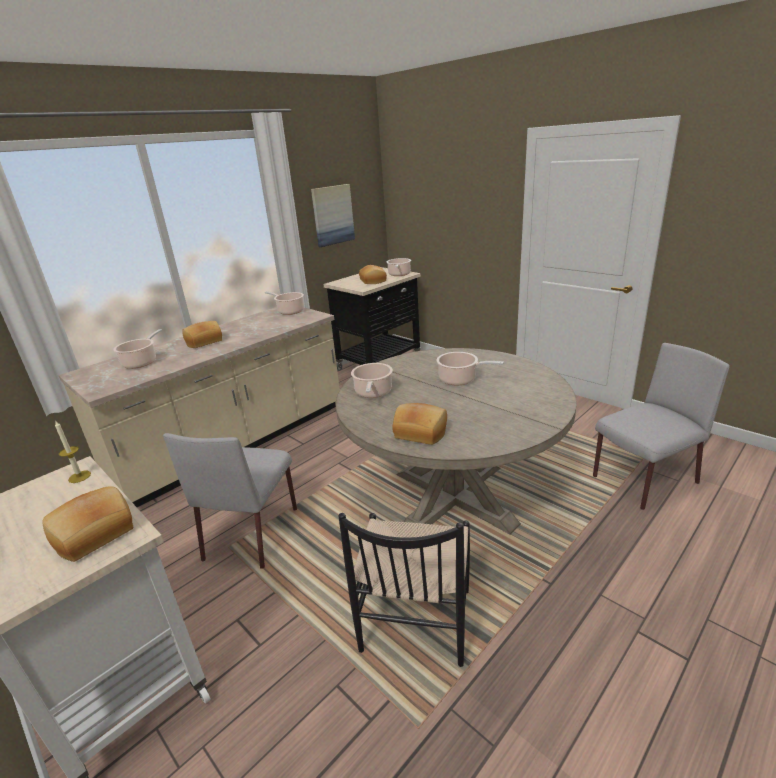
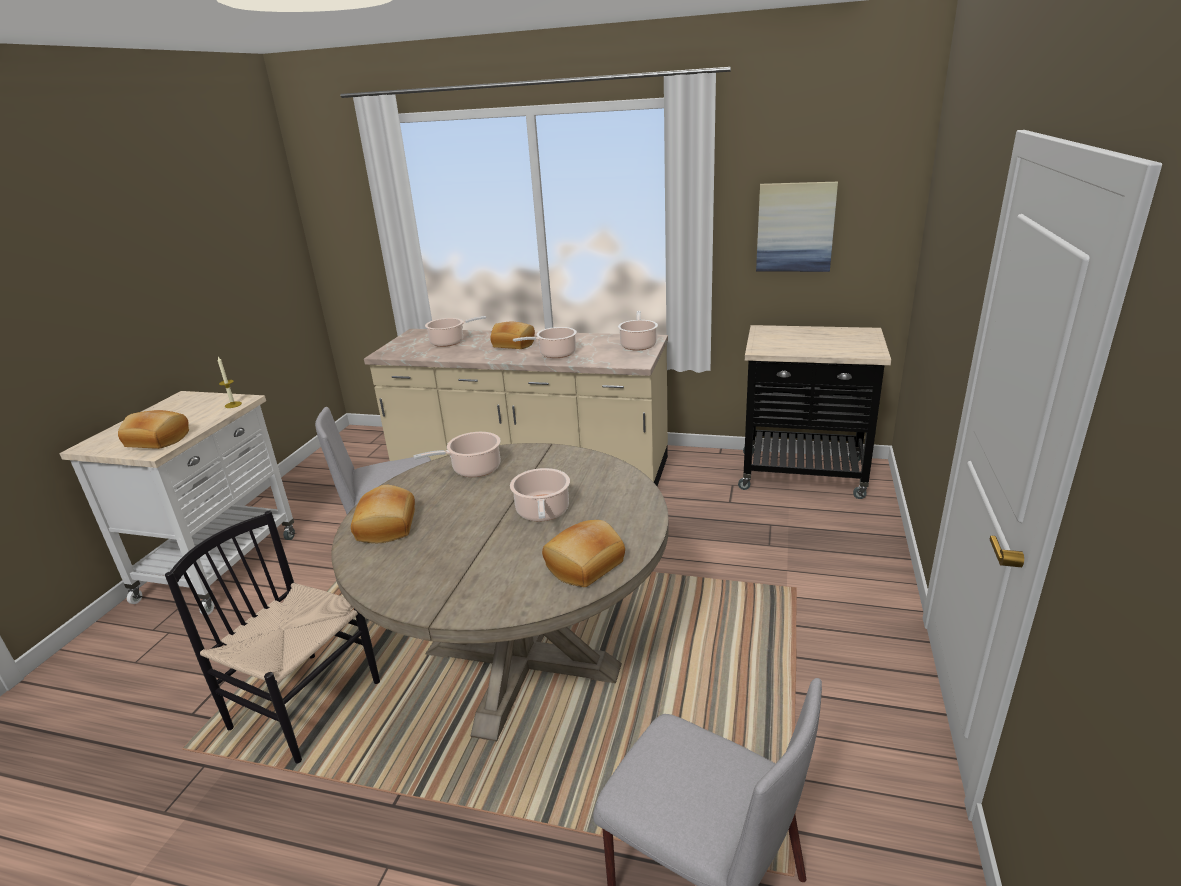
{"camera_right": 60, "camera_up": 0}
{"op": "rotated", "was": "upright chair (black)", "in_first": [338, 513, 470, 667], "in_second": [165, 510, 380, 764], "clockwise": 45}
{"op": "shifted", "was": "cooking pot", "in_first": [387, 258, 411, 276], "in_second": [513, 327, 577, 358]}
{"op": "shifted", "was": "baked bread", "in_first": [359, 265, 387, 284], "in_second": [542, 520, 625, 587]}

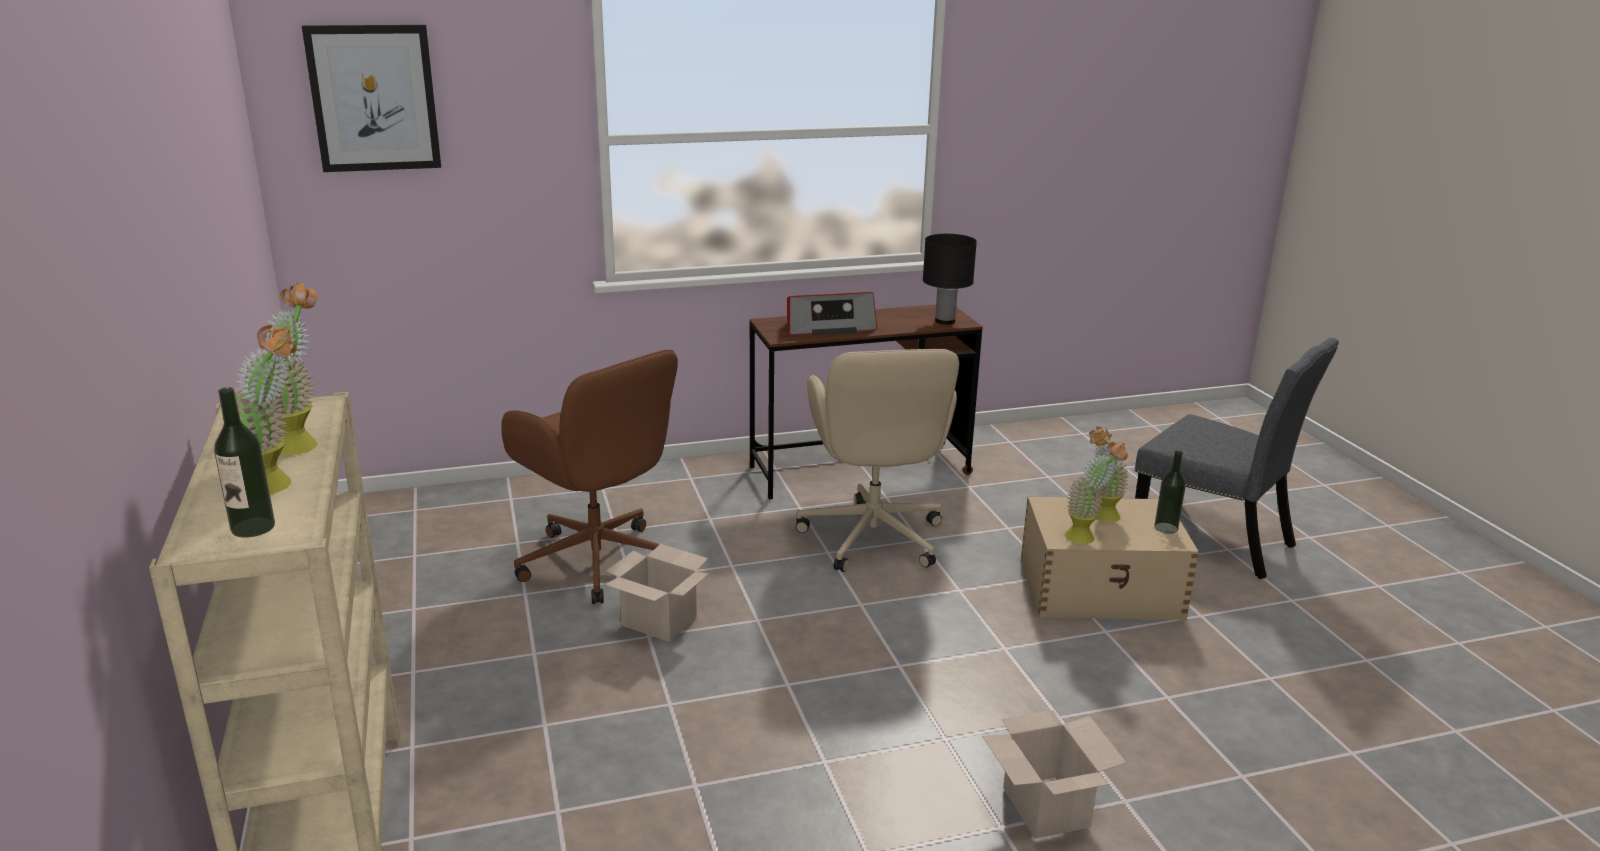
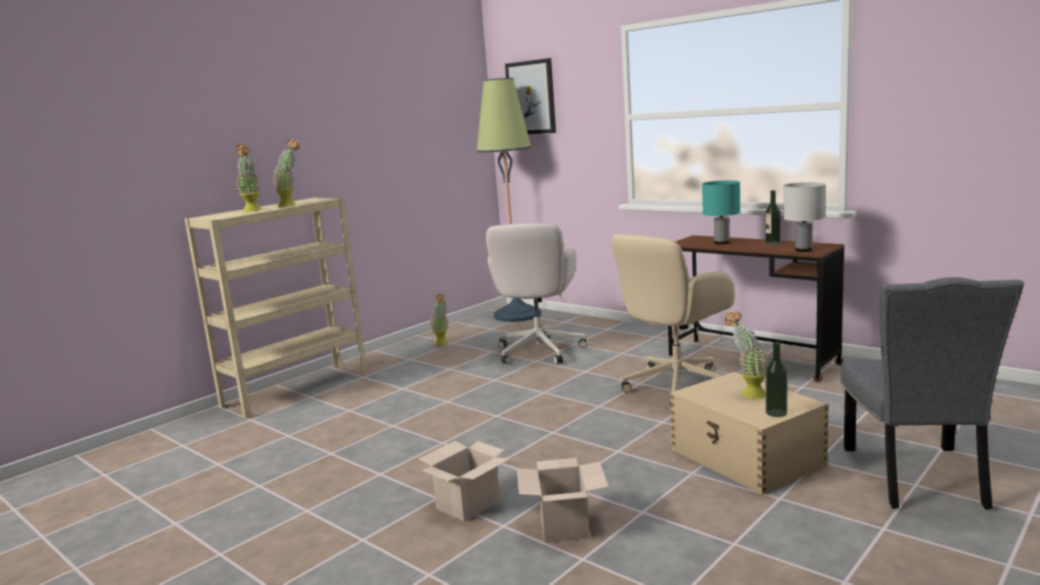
{"camera_right": 60, "camera_up": -10}
{"op": "shifted", "was": "plant in a pot", "in_first": [1065, 442, 1128, 544], "in_second": [430, 294, 449, 345]}
{"op": "new", "now": "floor lamp", "in_second": [477, 78, 541, 322]}
{"op": "repainted", "was": "office chair (brownish)", "now": "office chair (white)", "in_first": [501, 350, 678, 604], "in_second": [486, 223, 587, 364]}
{"op": "shifted", "was": "carton", "in_first": [604, 544, 709, 642], "in_second": [516, 458, 608, 543]}
{"op": "swapped", "was": "radio receiver", "now": "tabletop lamp (turquoise)", "in_first": [787, 292, 877, 335], "in_second": [702, 180, 740, 245]}
{"op": "shifted", "was": "beverage bottle", "in_first": [214, 387, 275, 538], "in_second": [765, 190, 781, 245]}
{"op": "repainted", "was": "tabletop lamp (black)", "now": "tabletop lamp (white)", "in_first": [923, 234, 977, 325], "in_second": [783, 182, 826, 252]}

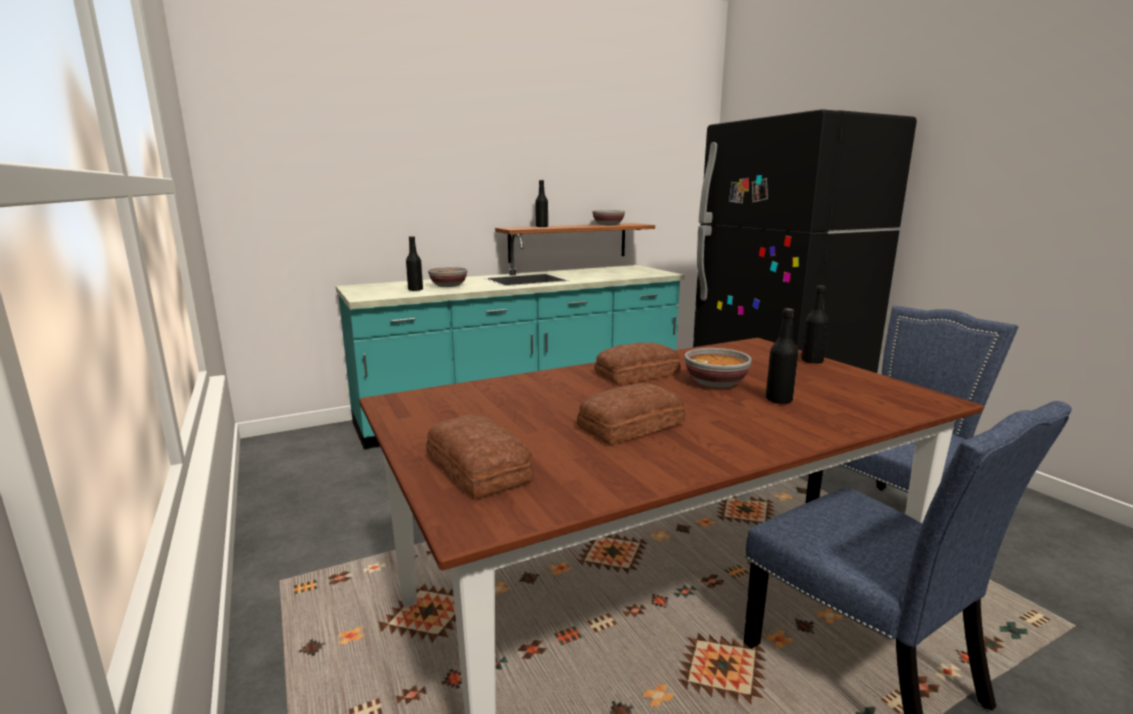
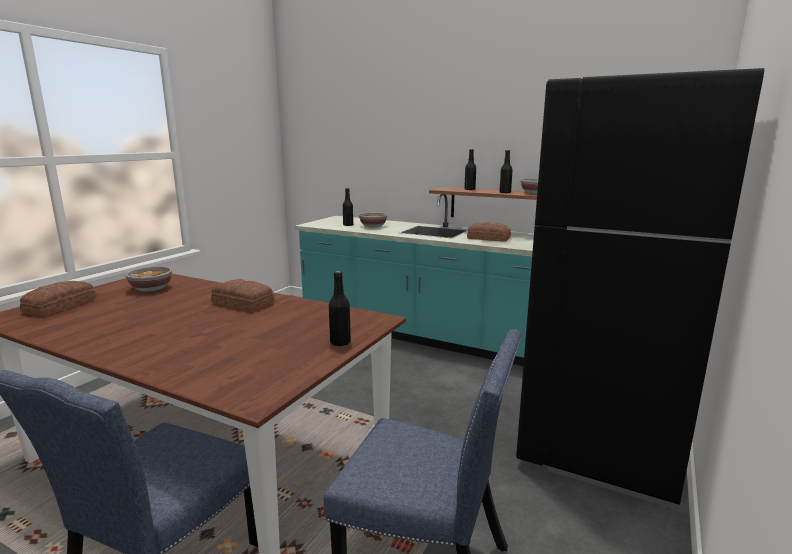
{"camera_right": 55, "camera_up": 0}
{"op": "shifted", "was": "deep dish", "in_first": [685, 348, 752, 388], "in_second": [126, 266, 172, 292]}
{"op": "shifted", "was": "baked bread", "in_first": [577, 383, 686, 445], "in_second": [467, 223, 511, 242]}
{"op": "shifted", "was": "beverage bottle (black)", "in_first": [766, 308, 798, 404], "in_second": [499, 150, 513, 193]}

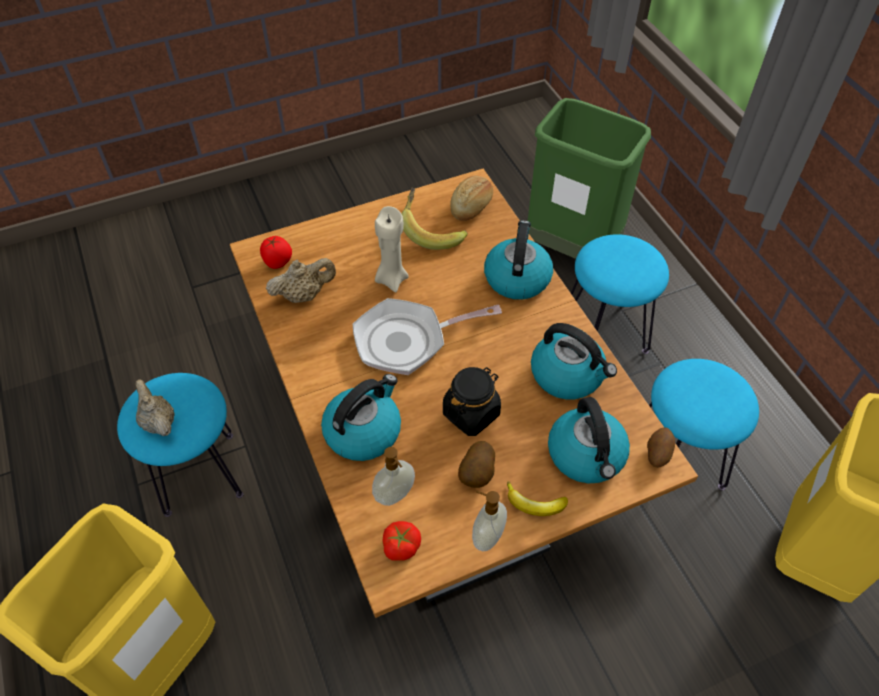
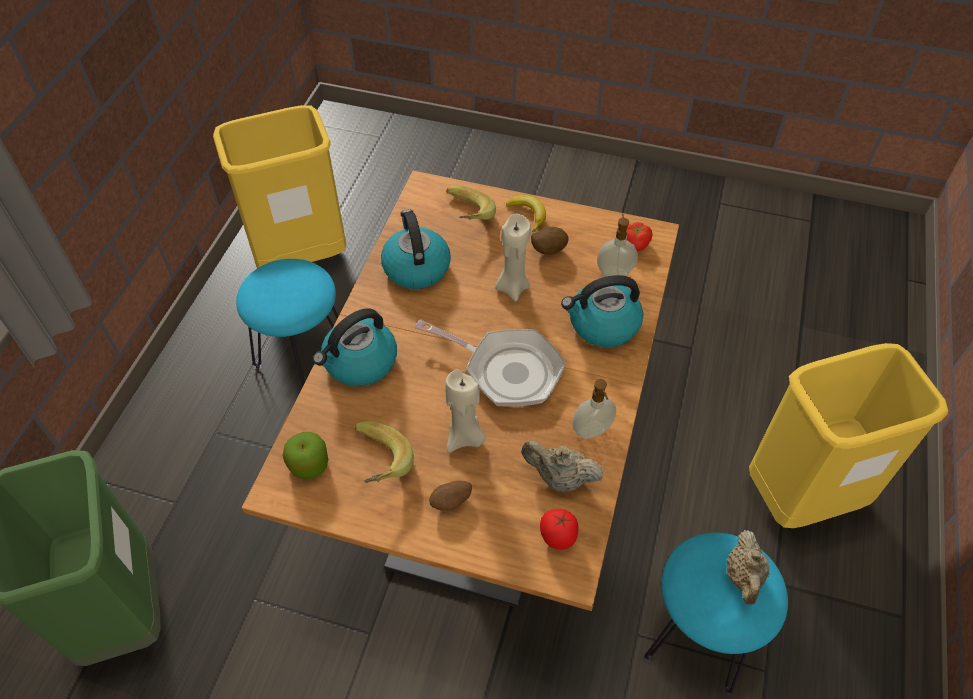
{"camera_right": -140, "camera_up": 0}
{"op": "swapped", "was": "baked bread", "now": "apple", "in_first": [450, 175, 493, 221], "in_second": [282, 432, 328, 479]}
{"op": "shifted", "was": "potato", "in_first": [647, 428, 675, 468], "in_second": [429, 481, 472, 511]}
{"op": "swapped", "was": "tea kettle", "now": "whole banana", "in_first": [548, 397, 630, 483], "in_second": [446, 186, 496, 220]}
{"op": "swapped", "was": "jar (black)", "now": "wax light (beige-coloured)", "in_first": [443, 367, 501, 436], "in_second": [495, 214, 531, 302]}
{"op": "shifted", "was": "soap dispenser", "in_first": [472, 491, 507, 551], "in_second": [572, 379, 616, 439]}
{"op": "gone", "was": "stool (turquoise)", "in_first": [571, 234, 669, 354]}

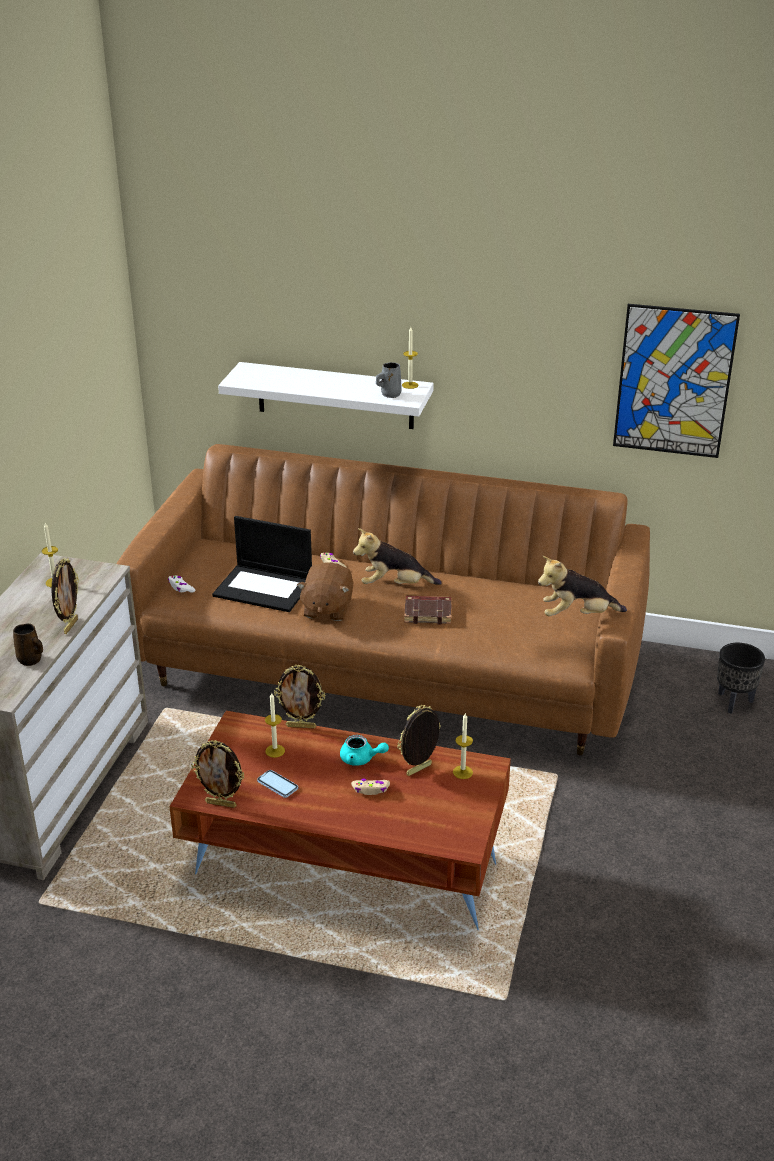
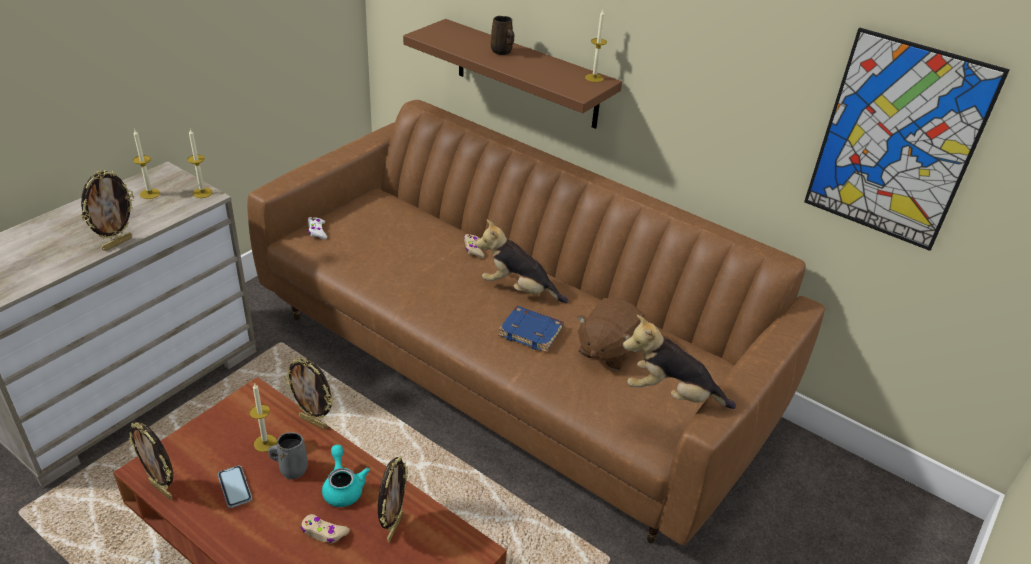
{"camera_right": 20, "camera_up": 5}
{"op": "shifted", "was": "wax light", "in_first": [453, 713, 473, 779], "in_second": [187, 129, 213, 198]}
{"op": "shifted", "was": "coffee mug (gray)", "in_first": [376, 362, 401, 398], "in_second": [268, 432, 308, 479]}
{"op": "rotated", "was": "tea pot (turquoise)", "in_first": [340, 735, 389, 766], "in_second": [322, 445, 370, 507], "clockwise": -150}
{"op": "rotated", "was": "standing frame", "in_first": [397, 705, 441, 776], "in_second": [378, 456, 408, 543], "clockwise": 120}
{"op": "repainted", "was": "bracket shelf (white)", "now": "bracket shelf (brownish)", "in_first": [218, 362, 434, 429], "in_second": [403, 19, 622, 129]}
{"op": "shifted", "was": "coffee mug (brownish)", "in_first": [13, 623, 43, 666], "in_second": [491, 16, 514, 55]}
{"op": "repainted", "was": "volume (brownish)", "now": "volume (blue-coloured)", "in_first": [404, 596, 452, 625], "in_second": [498, 306, 563, 352]}
{"op": "shifted", "was": "plush toy (brownish)", "in_first": [297, 562, 353, 621], "in_second": [577, 298, 646, 370]}
{"op": "gone", "was": "portable computer", "in_first": [212, 516, 312, 612]}
{"op": "gone", "was": "planter (black)", "in_first": [717, 643, 765, 714]}

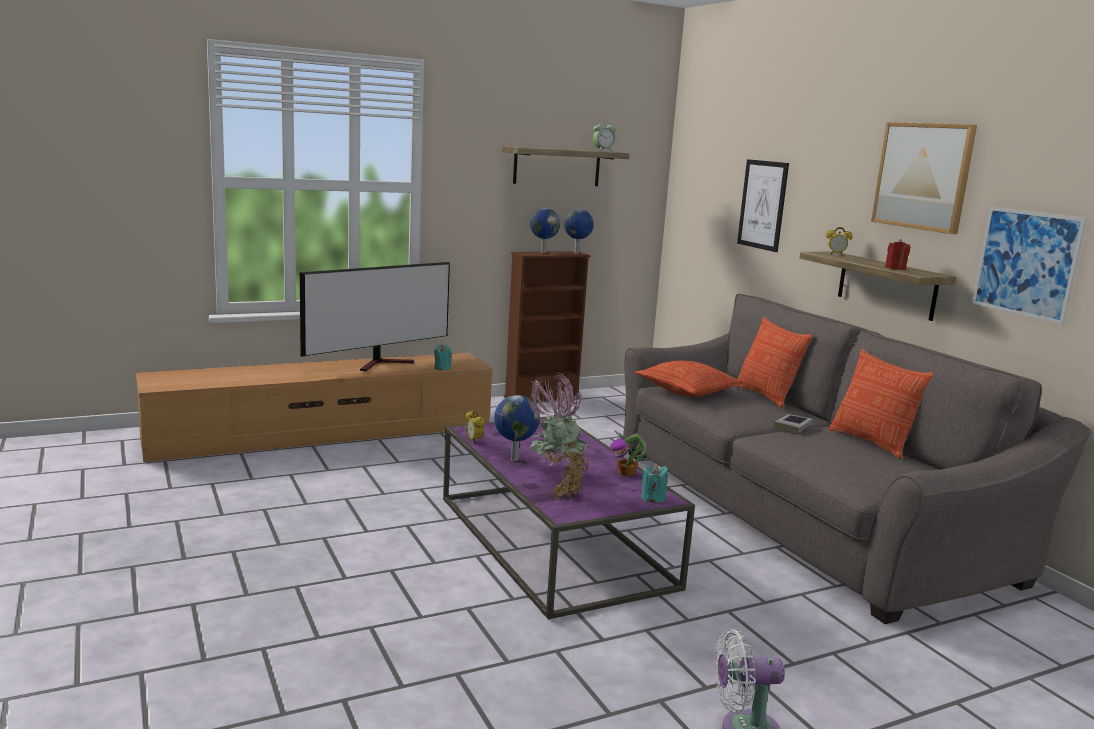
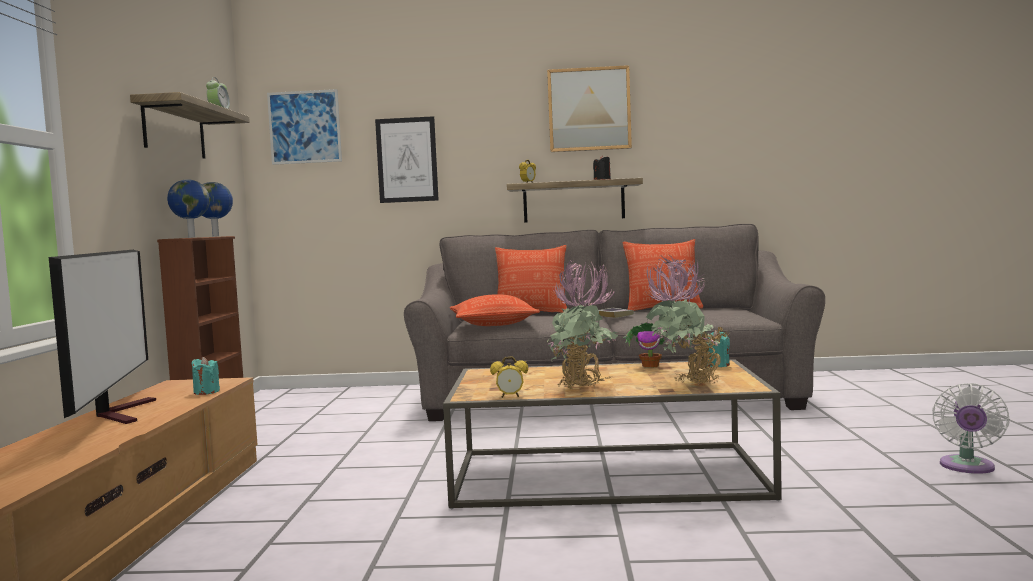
{"camera_right": -60, "camera_up": -10}
{"op": "shifted", "was": "wall art", "in_first": [972, 207, 1087, 325], "in_second": [267, 89, 342, 165]}
{"op": "repainted", "was": "lounge table (purplish)", "now": "lounge table (brownish)", "in_first": [443, 417, 695, 620], "in_second": [443, 359, 782, 509]}
{"op": "swapped", "was": "desk globe", "now": "plant in a pot", "in_first": [494, 395, 540, 461], "in_second": [547, 260, 618, 389]}
{"op": "repainted", "was": "wax light (red)", "now": "wax light (black)", "in_first": [885, 239, 911, 270], "in_second": [593, 156, 611, 180]}

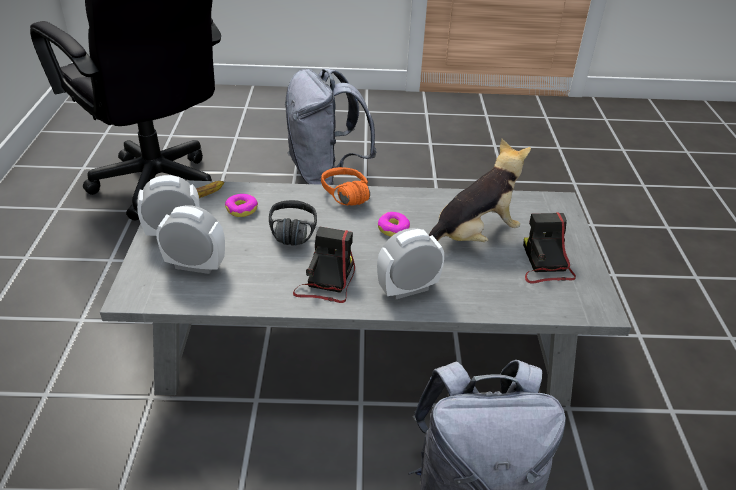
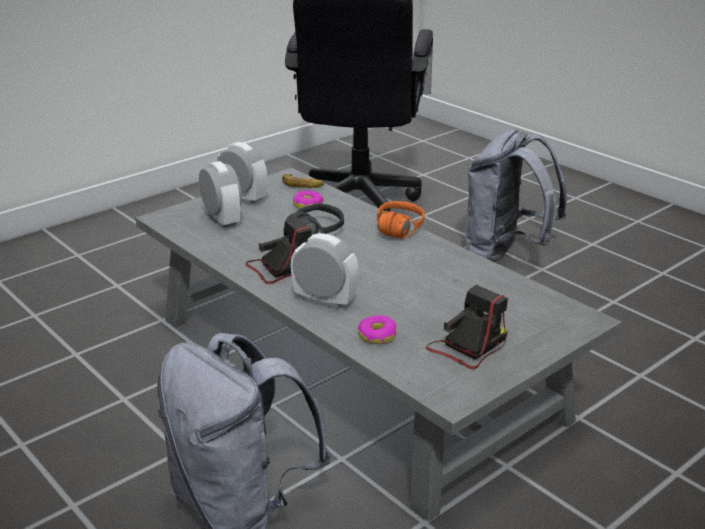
{"camera_right": 50, "camera_up": -10}
{"op": "shifted", "was": "ring doughnut", "in_first": [378, 212, 410, 237], "in_second": [358, 315, 397, 344]}
{"op": "gone", "was": "plush toy", "in_first": [429, 139, 531, 242]}

